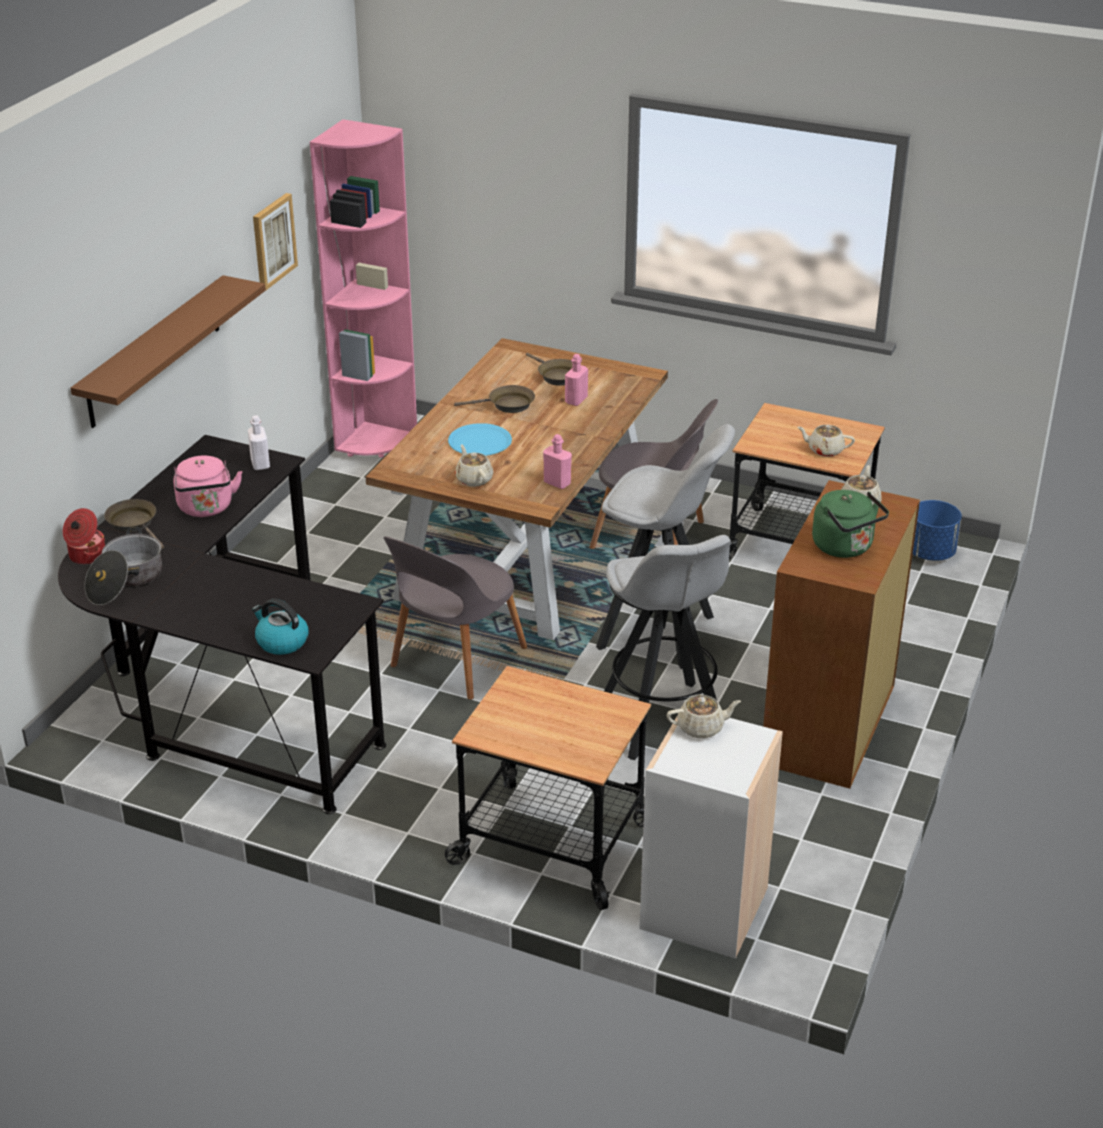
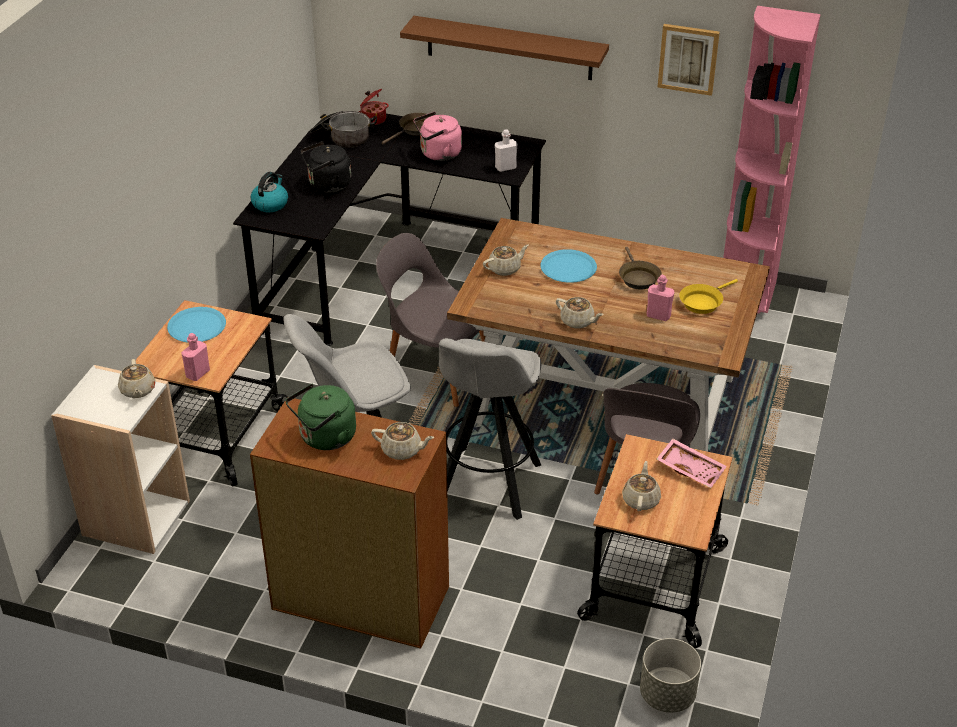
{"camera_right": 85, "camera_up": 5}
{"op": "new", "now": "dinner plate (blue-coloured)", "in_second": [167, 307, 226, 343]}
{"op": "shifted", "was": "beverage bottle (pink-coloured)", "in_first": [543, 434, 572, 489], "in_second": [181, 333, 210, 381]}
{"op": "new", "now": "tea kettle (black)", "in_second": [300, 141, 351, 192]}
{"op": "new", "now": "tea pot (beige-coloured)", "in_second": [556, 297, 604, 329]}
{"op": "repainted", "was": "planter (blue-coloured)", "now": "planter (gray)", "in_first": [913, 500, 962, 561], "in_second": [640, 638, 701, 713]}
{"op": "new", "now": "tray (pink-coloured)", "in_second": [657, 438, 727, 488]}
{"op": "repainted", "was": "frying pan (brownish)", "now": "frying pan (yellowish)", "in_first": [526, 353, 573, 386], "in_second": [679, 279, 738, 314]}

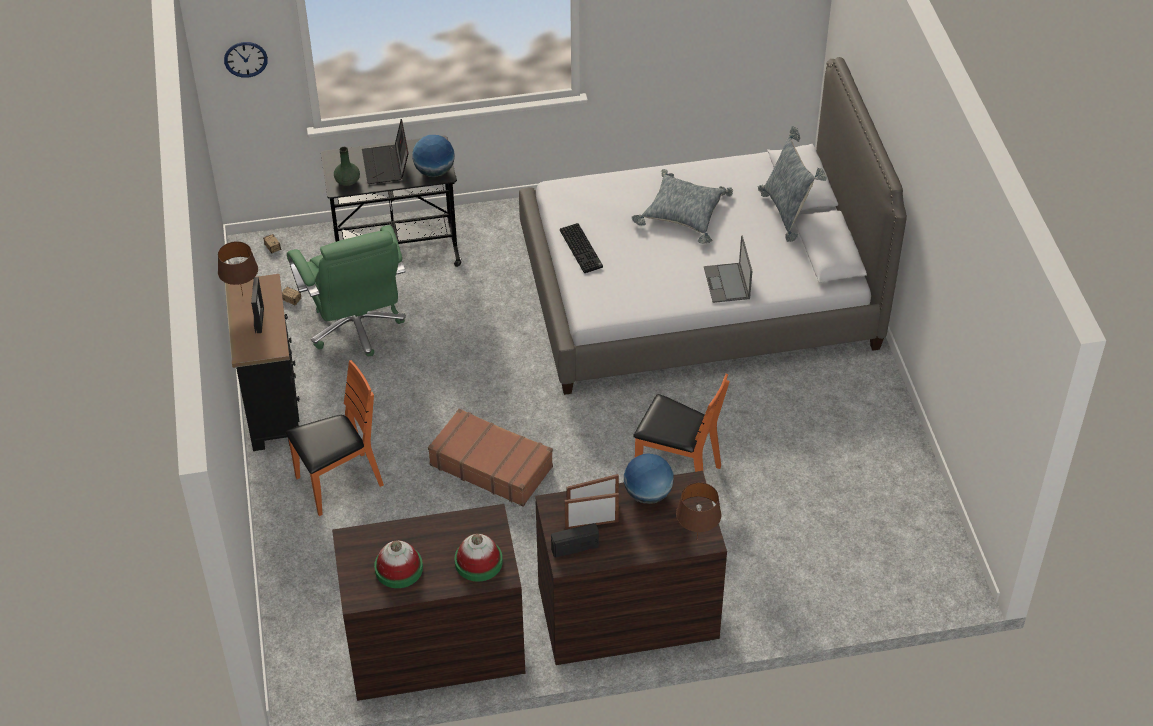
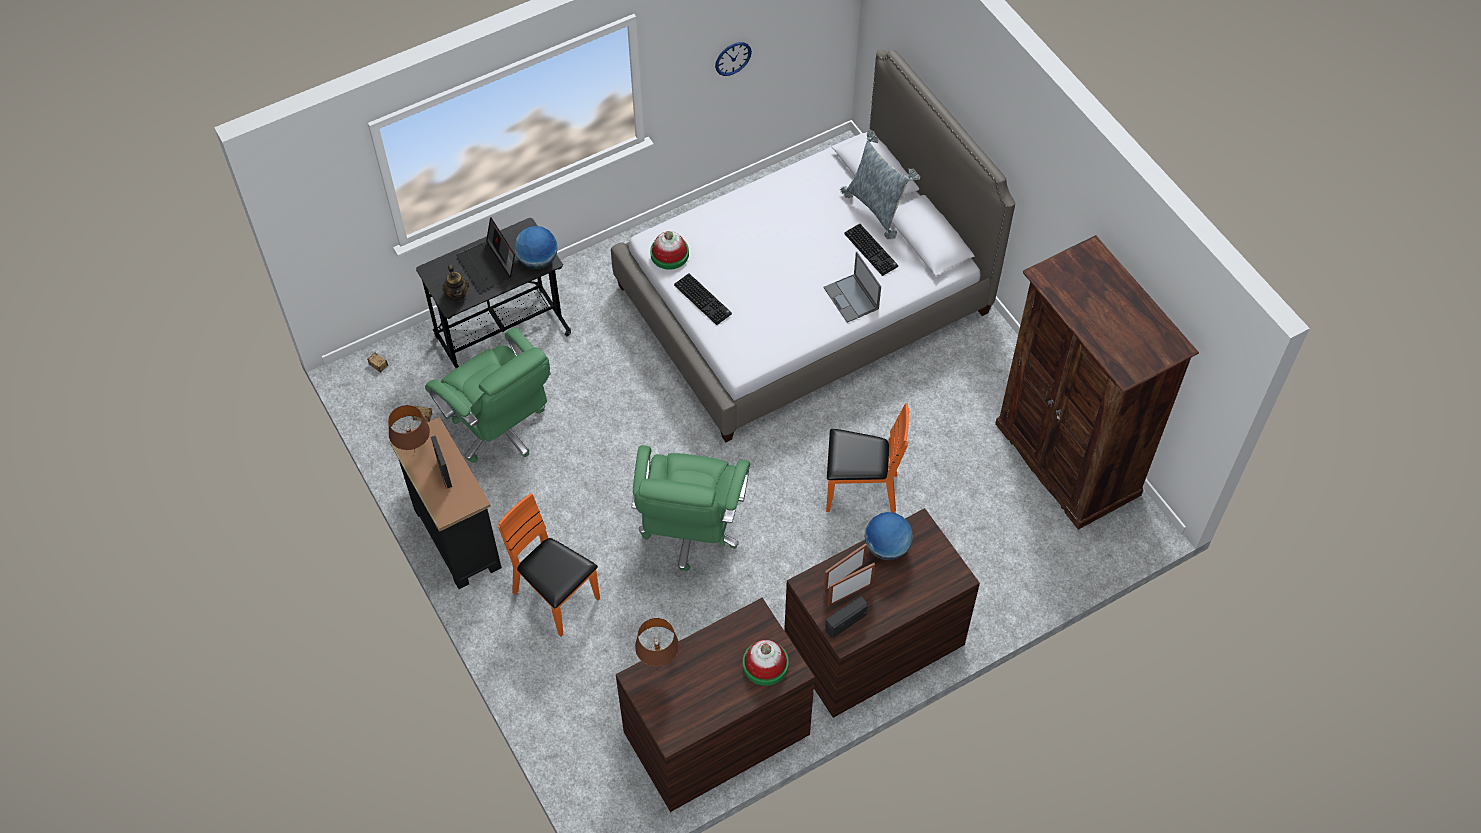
{"camera_right": -20, "camera_up": 10}
{"op": "swapped", "was": "decorative vase (green)", "now": "tea pot", "in_first": [334, 147, 360, 186], "in_second": [442, 265, 469, 301]}
{"op": "rotated", "was": "upright chair (orange-coloured)", "in_first": [285, 360, 384, 516], "in_second": [498, 493, 600, 637], "clockwise": -90}
{"op": "swapped", "was": "travel case (brownish)", "now": "office chair (green)", "in_first": [428, 408, 553, 507], "in_second": [631, 445, 750, 571]}
{"op": "shifted", "was": "tabletop lamp (brownish)", "in_first": [676, 482, 722, 538], "in_second": [635, 618, 679, 666]}
{"op": "shifted", "was": "wearable hat", "in_first": [374, 541, 423, 588], "in_second": [650, 231, 689, 270]}
{"op": "shifted", "was": "clock on the wall", "in_first": [224, 42, 268, 78], "in_second": [715, 42, 752, 76]}
{"op": "new", "now": "computer keyboard", "in_second": [844, 224, 898, 276]}
{"op": "new", "now": "wardrobe (brownish)", "in_second": [995, 235, 1199, 530]}
{"op": "gone", "was": "pillow", "in_first": [631, 169, 733, 244]}

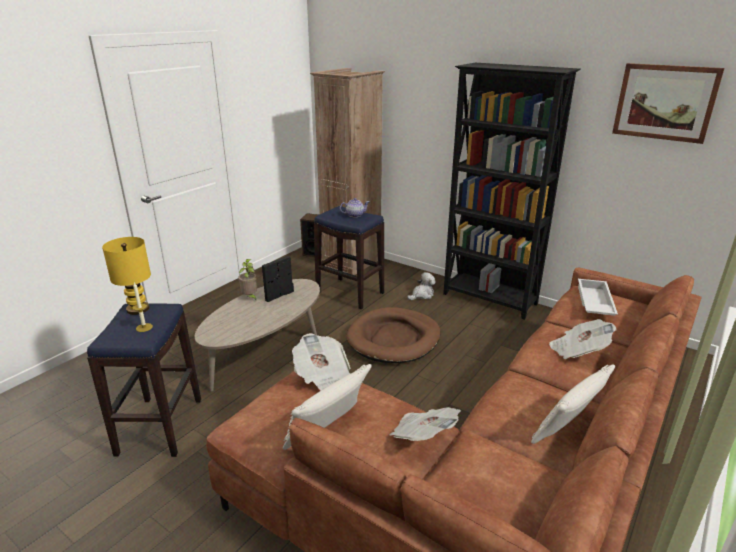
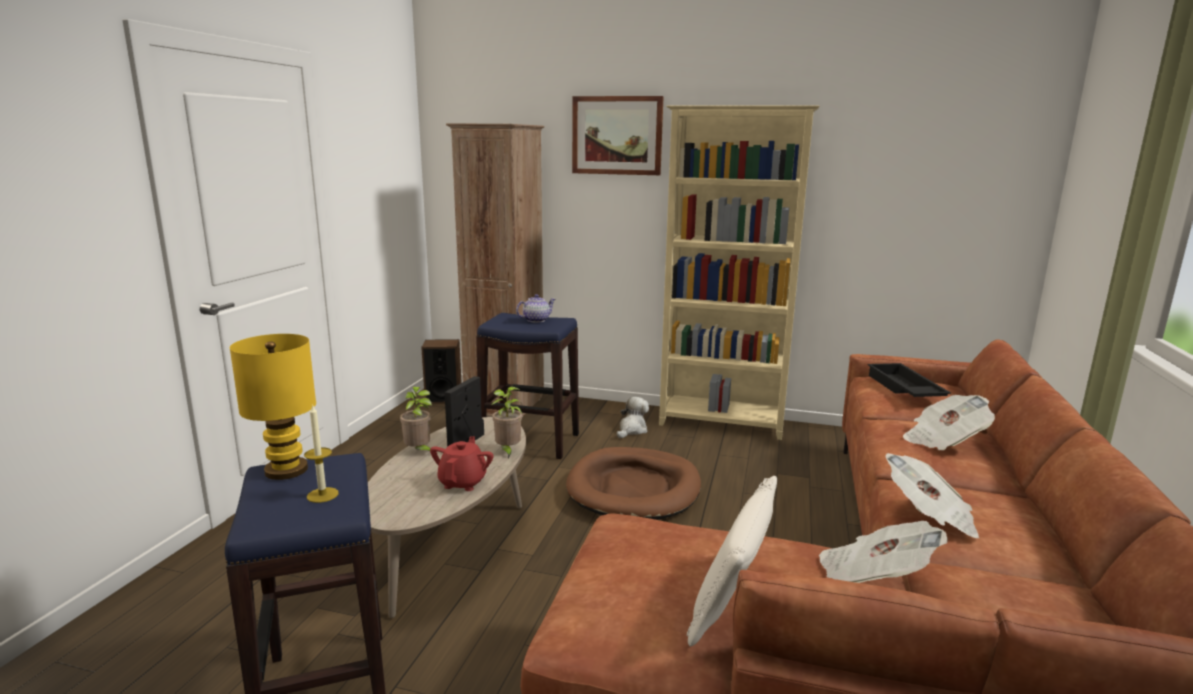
{"camera_right": -20, "camera_up": -10}
{"op": "new", "now": "tea pot (red)", "in_second": [430, 436, 494, 491]}
{"op": "new", "now": "plant in a pot", "in_second": [491, 386, 522, 458]}
{"op": "shifted", "was": "wall art", "in_first": [612, 63, 724, 144], "in_second": [572, 96, 664, 175]}
{"op": "repainted", "was": "shelving unit (black)", "now": "shelving unit (beige-coloured)", "in_first": [443, 63, 581, 320], "in_second": [659, 105, 819, 440]}
{"op": "repainted", "was": "tray (white)", "now": "tray (black)", "in_first": [578, 279, 618, 316], "in_second": [868, 363, 951, 397]}
{"op": "shifted", "was": "daily paper", "in_first": [292, 333, 351, 391], "in_second": [885, 453, 979, 538]}
{"op": "gone", "was": "pillow (white)", "in_first": [531, 365, 615, 444]}

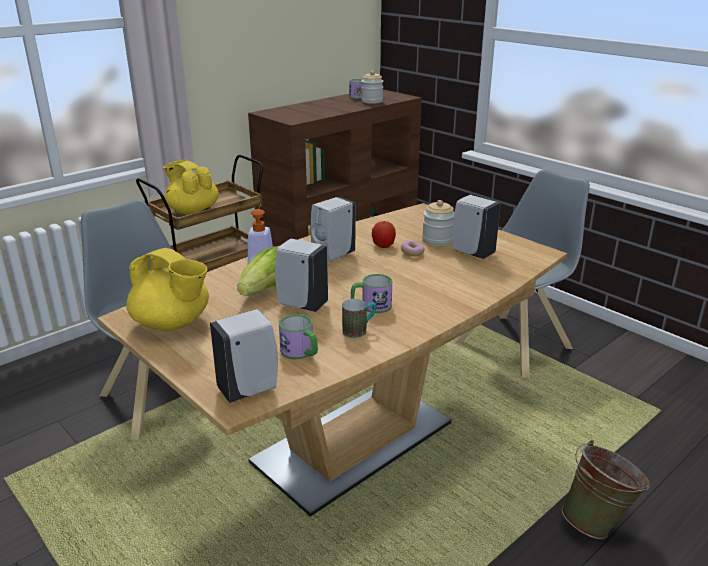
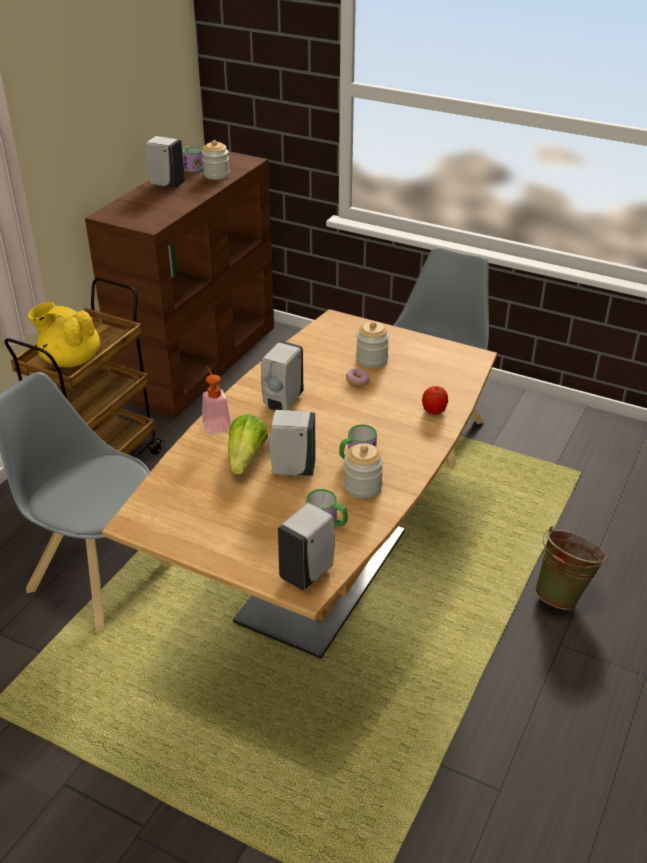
{"camera_right": -20, "camera_up": 10}
{"op": "shifted", "was": "soap dispenser (white)", "in_first": [452, 195, 501, 259], "in_second": [146, 136, 185, 188]}
{"op": "swapped", "was": "coffee mug", "now": "jar", "in_first": [342, 299, 376, 338], "in_second": [344, 444, 384, 498]}
{"op": "shifted", "was": "apple", "in_first": [372, 221, 396, 248], "in_second": [422, 386, 448, 415]}
{"op": "gone", "was": "tea pot (yellowish)", "in_first": [126, 248, 209, 331]}

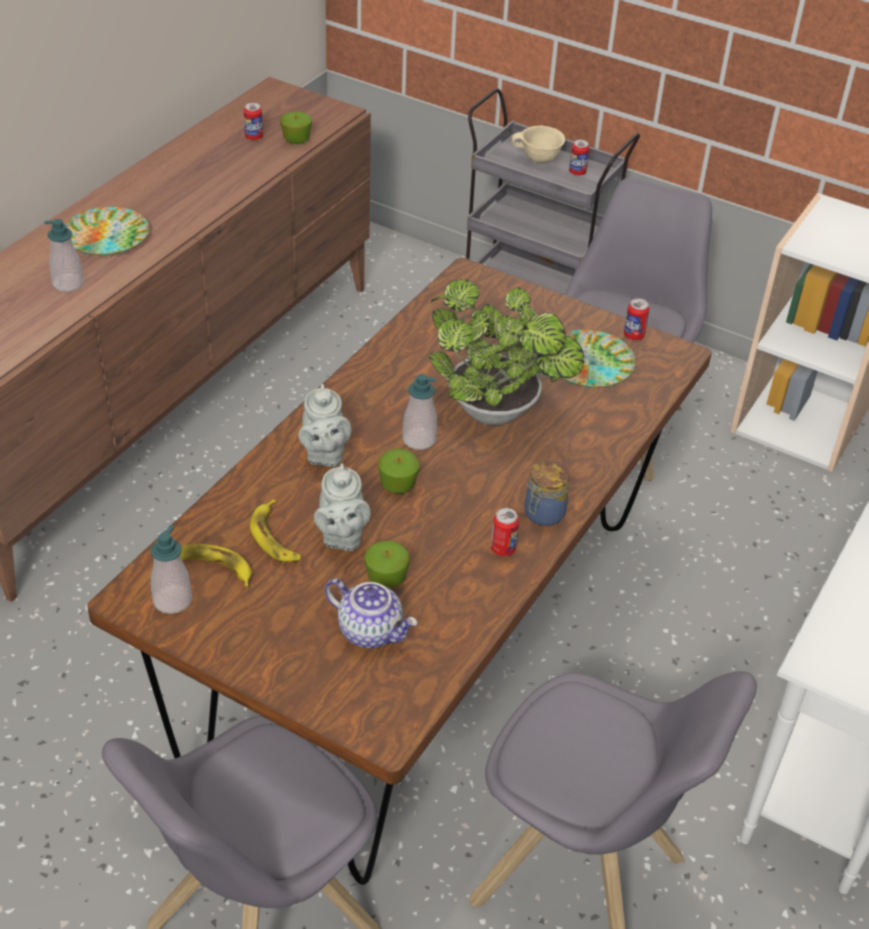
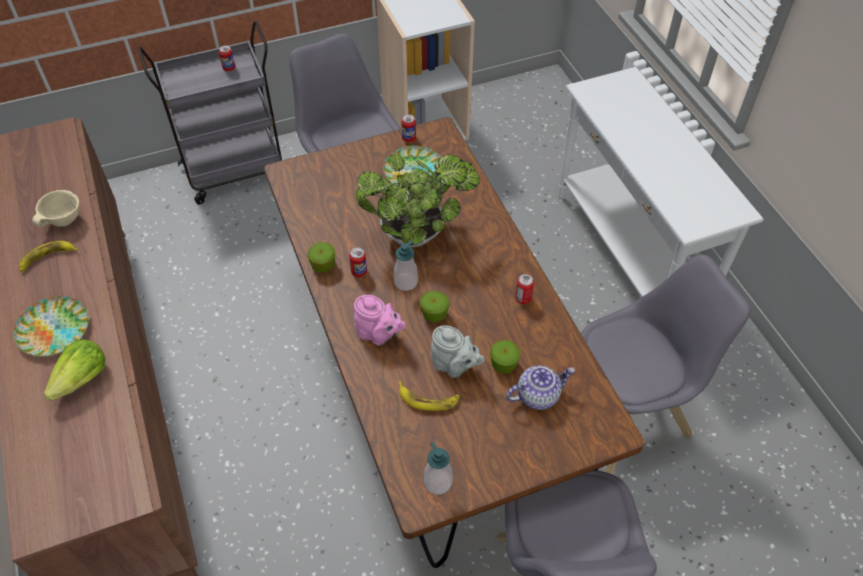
{"camera_right": -50, "camera_up": 10}
{"op": "shifted", "was": "whole banana", "in_first": [180, 544, 251, 588], "in_second": [19, 241, 78, 272]}
{"op": "shifted", "was": "deep dish (beige-coloured)", "in_first": [512, 126, 565, 163], "in_second": [32, 190, 79, 227]}
{"op": "swapped", "was": "soap dispenser", "now": "head of lettuce", "in_first": [44, 219, 84, 292], "in_second": [43, 339, 106, 401]}
{"op": "shifted", "was": "apple", "in_first": [280, 111, 312, 144], "in_second": [308, 242, 335, 273]}
{"op": "shifted", "was": "can", "in_first": [244, 103, 263, 141], "in_second": [349, 247, 367, 277]}
{"op": "repainted", "was": "tea pot (gray)", "now": "tea pot (pink-coloured)", "in_first": [298, 384, 351, 467], "in_second": [354, 295, 406, 345]}
{"op": "gone", "was": "jar", "in_first": [525, 461, 570, 526]}

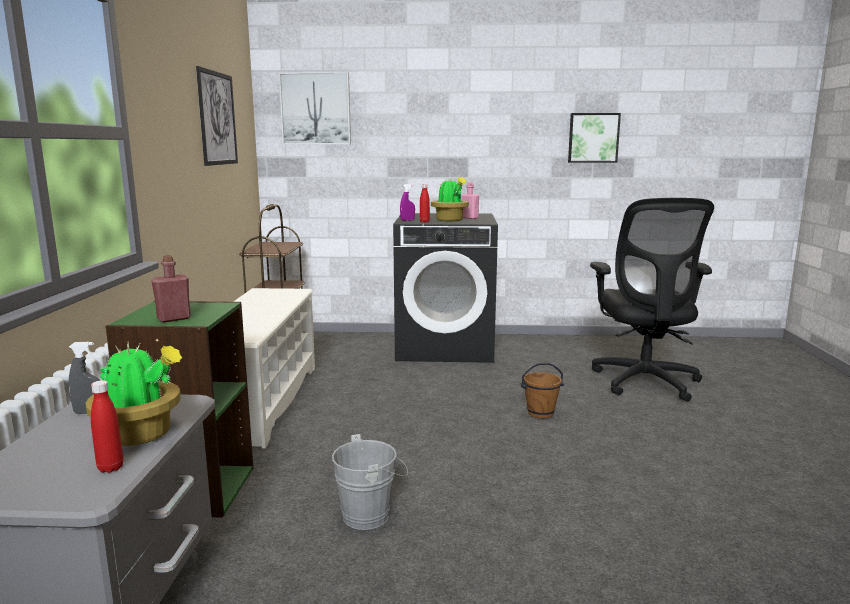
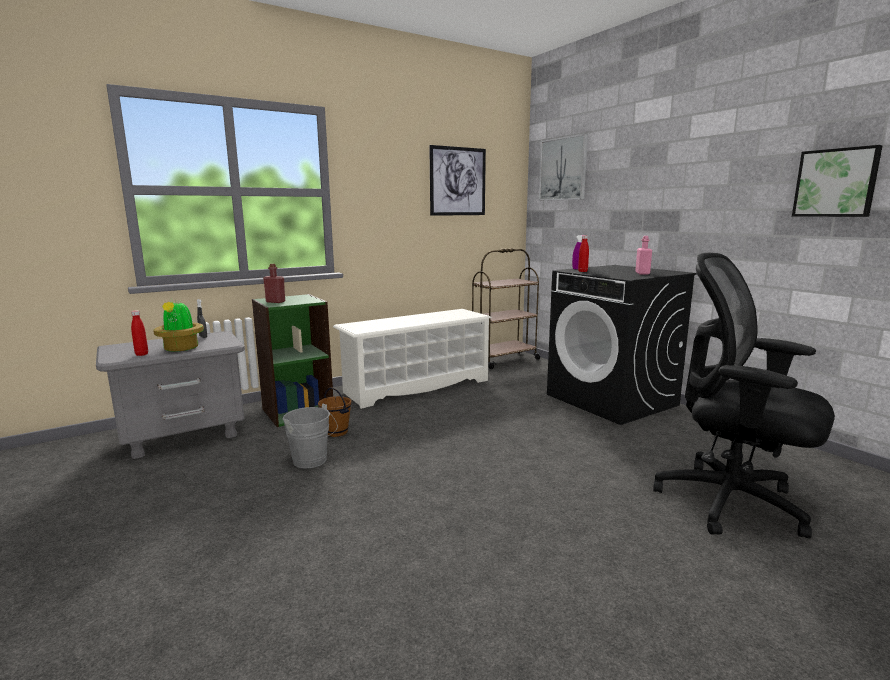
{"camera_right": 55, "camera_up": 0}
{"op": "shifted", "was": "water bucket (brownish)", "in_first": [521, 363, 564, 419], "in_second": [318, 387, 352, 437]}
{"op": "rotated", "was": "office chair (black)", "in_first": [590, 198, 714, 402], "in_second": [653, 253, 835, 539], "clockwise": 75}
{"op": "gone", "was": "plant in a pot", "in_first": [431, 177, 469, 221]}

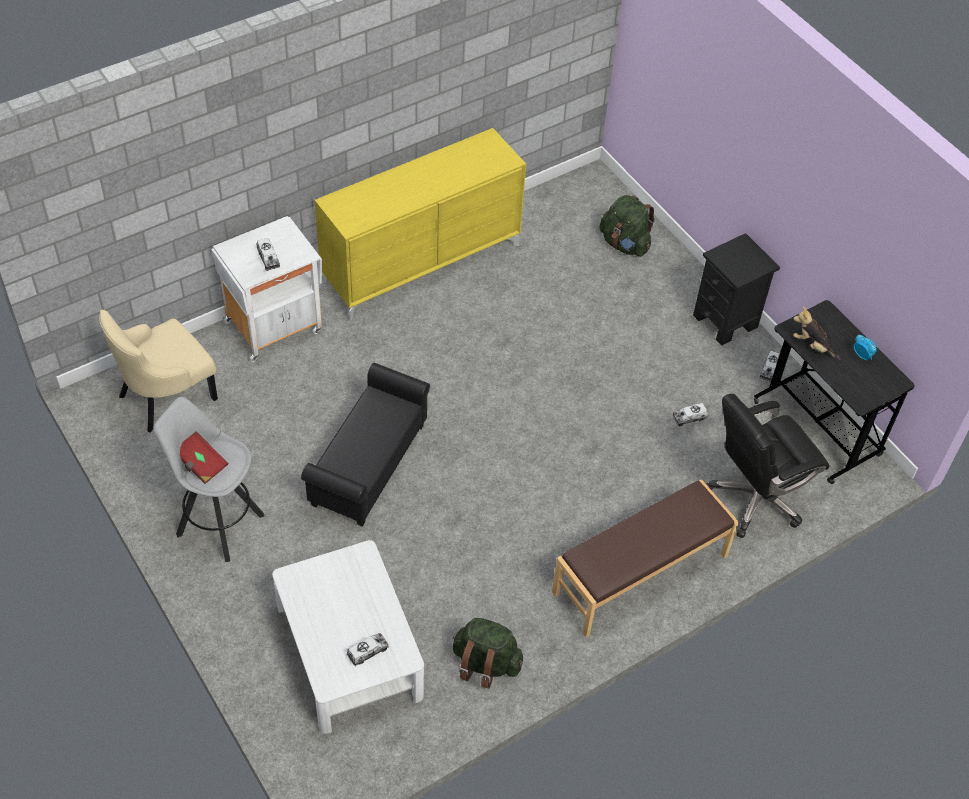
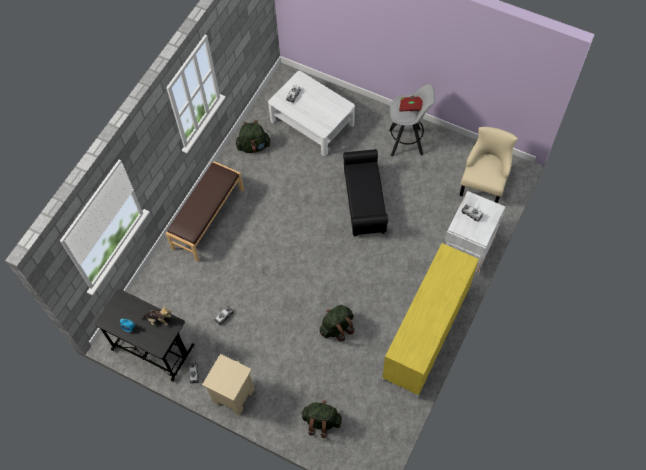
{"camera_right": 155, "camera_up": 10}
{"op": "repainted", "was": "night table (black)", "now": "night table (beige-coloured)", "in_first": [693, 233, 780, 346], "in_second": [202, 354, 254, 416]}
{"op": "new", "now": "knapsack (green)", "in_second": [320, 305, 355, 342]}
{"op": "gone", "was": "office chair (black)", "in_first": [706, 394, 829, 538]}

